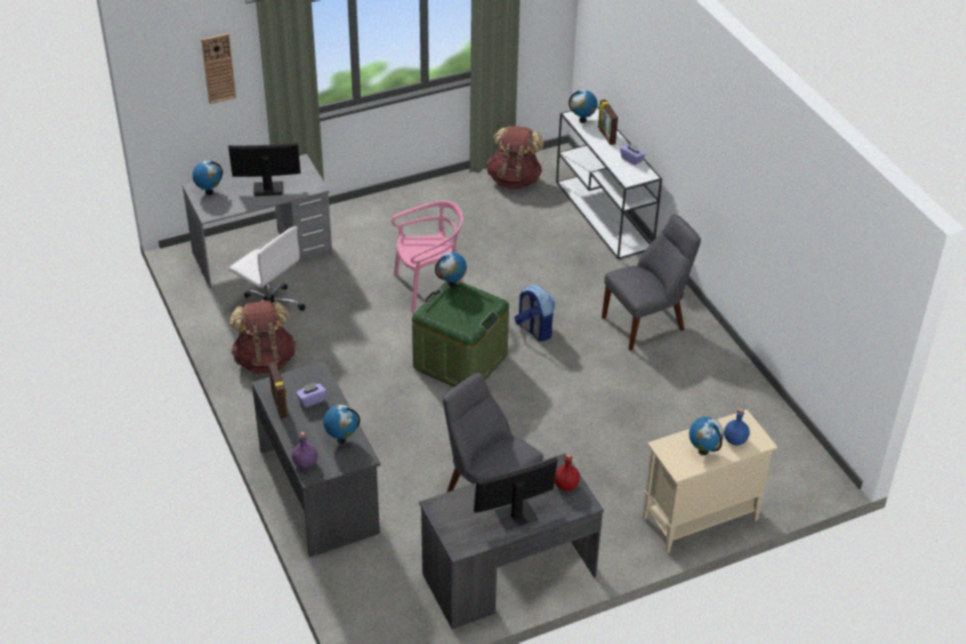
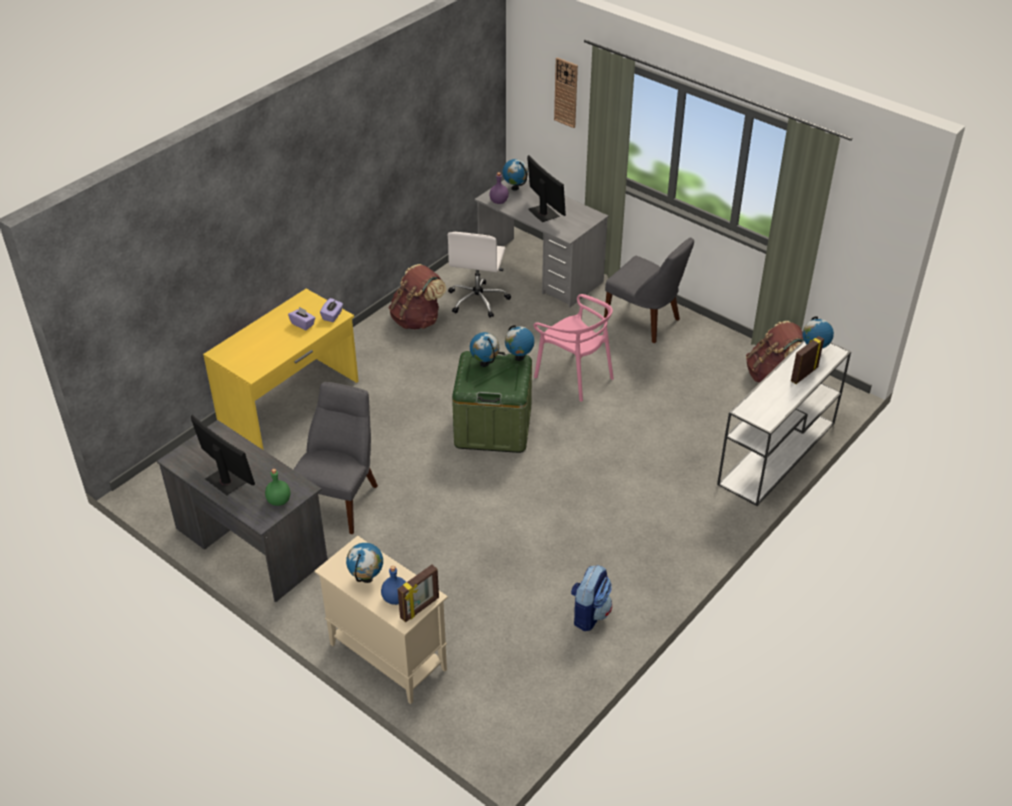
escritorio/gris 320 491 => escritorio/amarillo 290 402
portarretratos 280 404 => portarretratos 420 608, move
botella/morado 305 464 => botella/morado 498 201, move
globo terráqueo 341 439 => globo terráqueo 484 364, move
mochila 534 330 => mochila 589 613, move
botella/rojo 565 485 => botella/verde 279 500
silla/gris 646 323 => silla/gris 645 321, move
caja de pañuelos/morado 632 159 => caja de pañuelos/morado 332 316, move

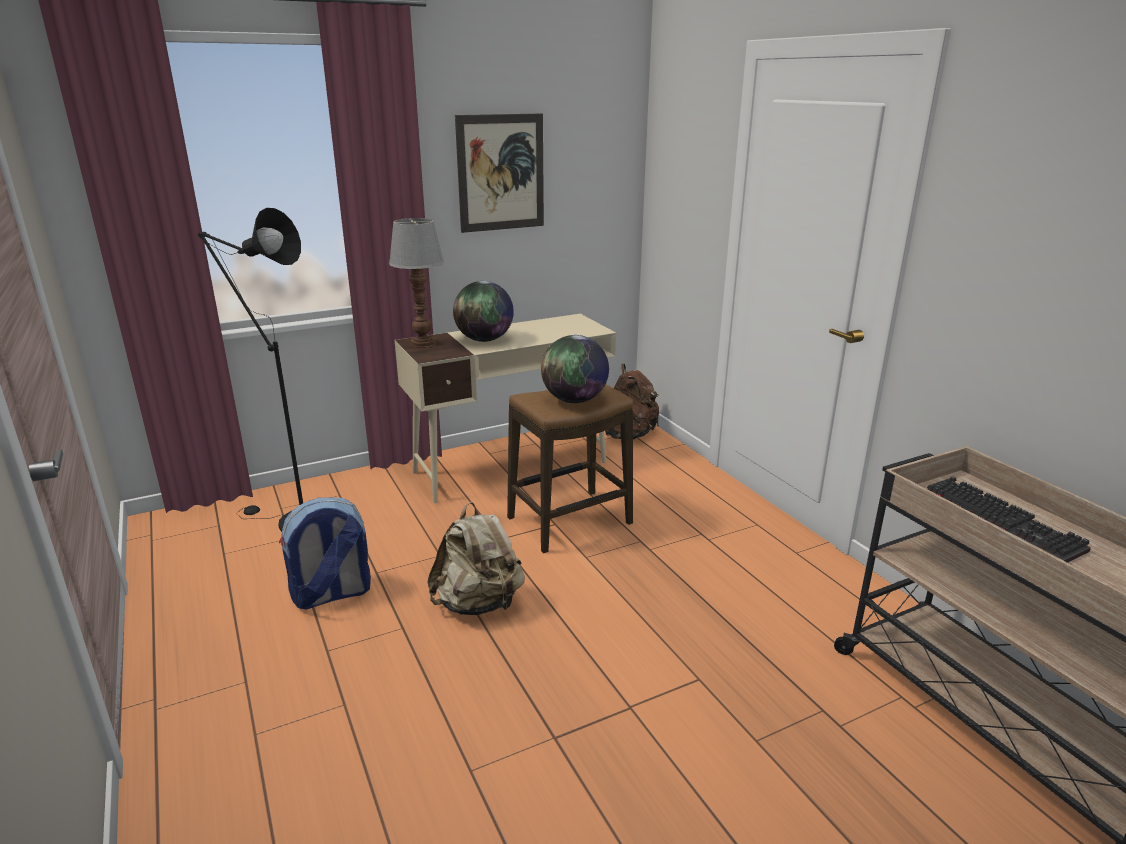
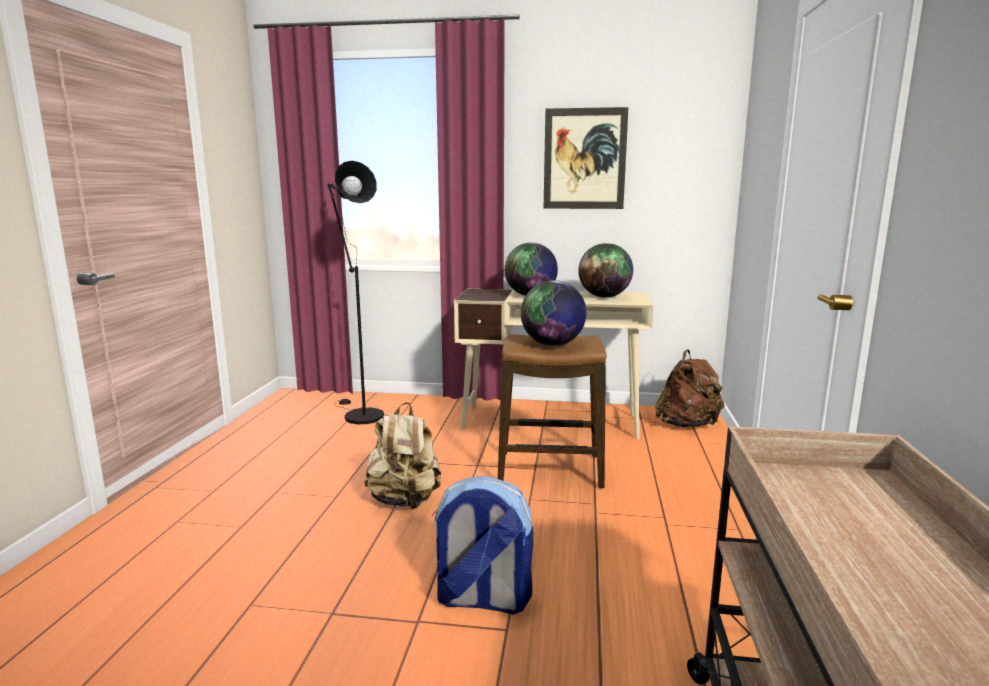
mochila 331 594 => mochila 481 599, move
lámpara de mesa 422 343 => nothing
teclado 1004 522 => nothing
nothing => globo terráqueo 604 297

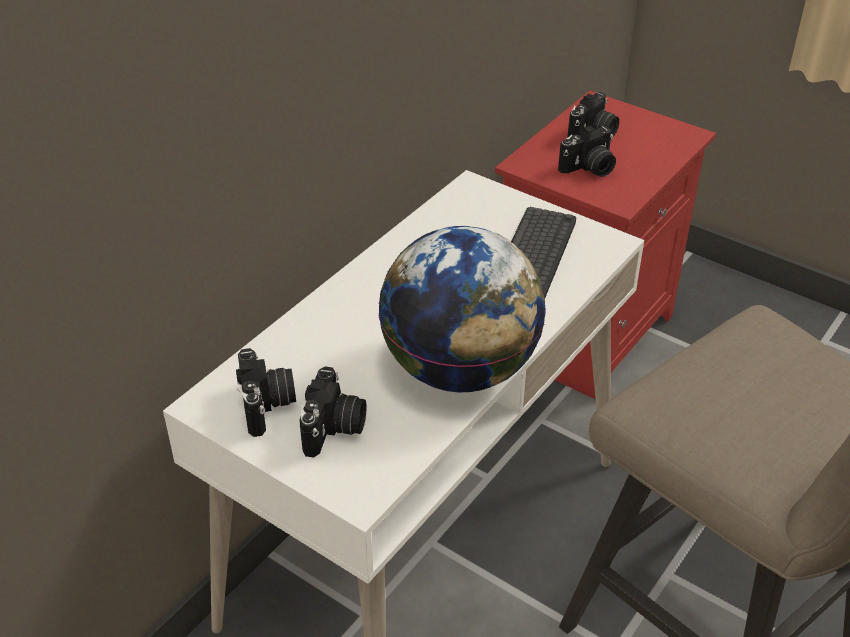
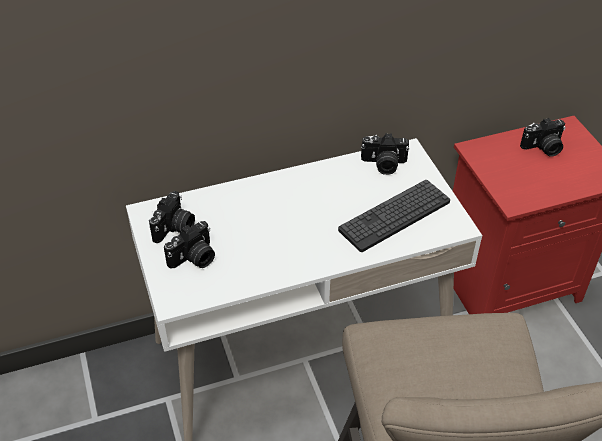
globo terráqueo 460 370 => nothing
cámara 589 168 => cámara 383 164, move

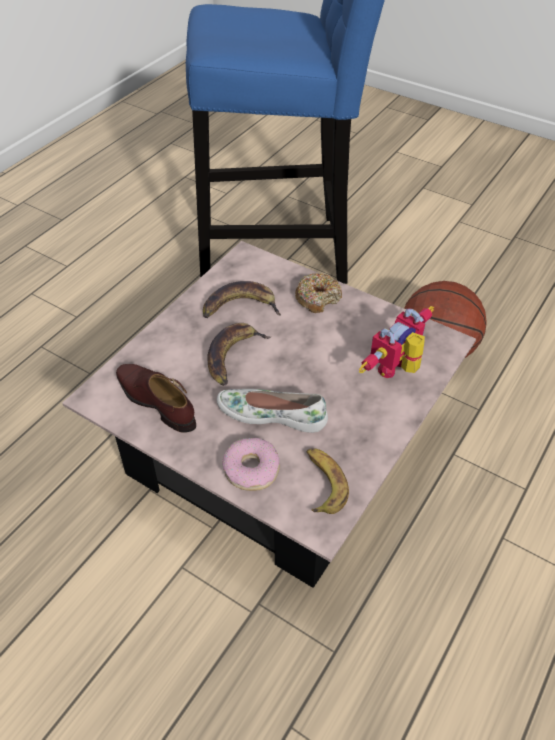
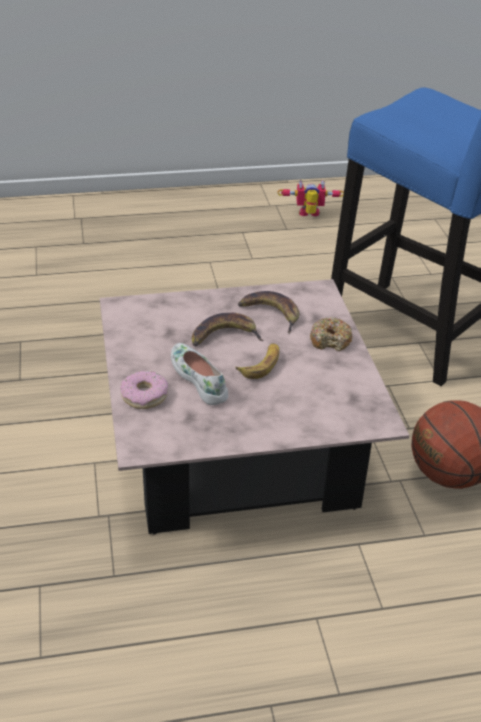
zapato/marrón 156 401 => nothing
plátano 322 483 => plátano 261 364, move
robot de juguete 398 370 => robot de juguete 309 215, move

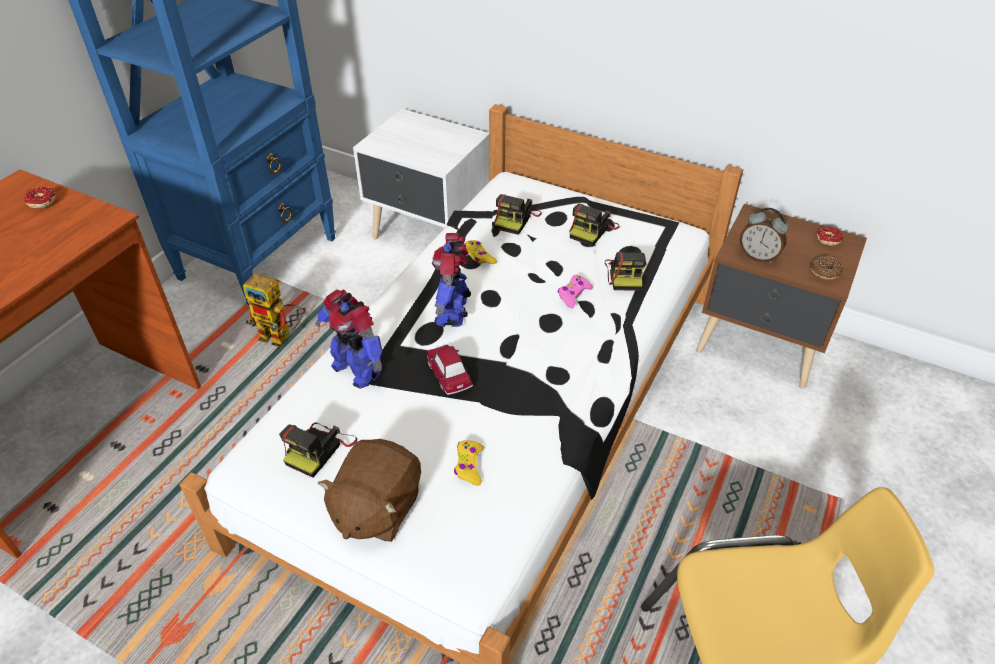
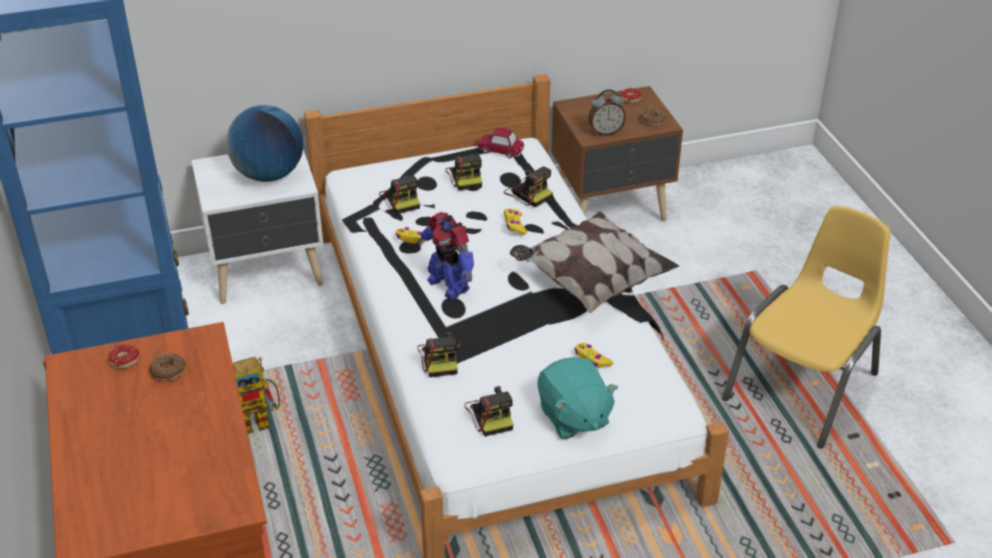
robot de juguete 357 369 => cámara 440 358
peluche/marrón 376 508 => peluche/turquesa 573 417
coche de juguete 449 374 => coche de juguete 500 150, move
mando de consola/rosa 573 294 => mando de consola/amarillo 514 225
nothing => rosquilla 168 371
nothing => globo terráqueo 269 174
nothing => cojín 591 281

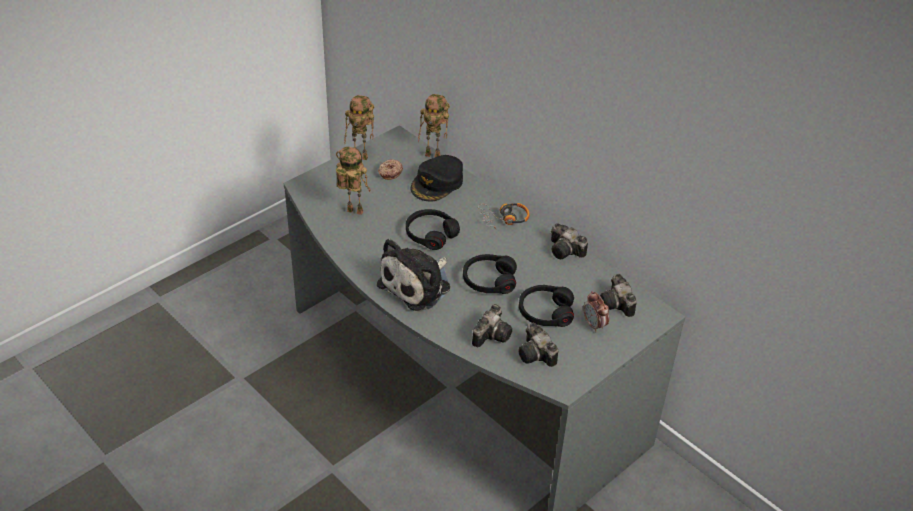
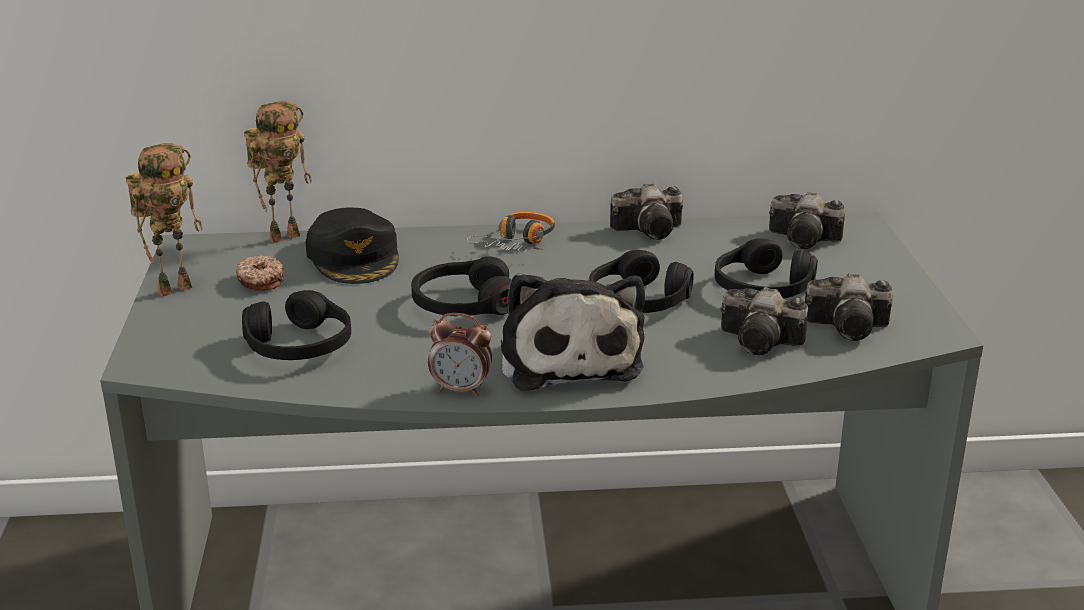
robot de juguete 353 212 => auriculares/negro 299 346
cámara 492 334 => cámara 763 342, 135 degrees clockwise
despertador 594 325 => despertador 461 389, move

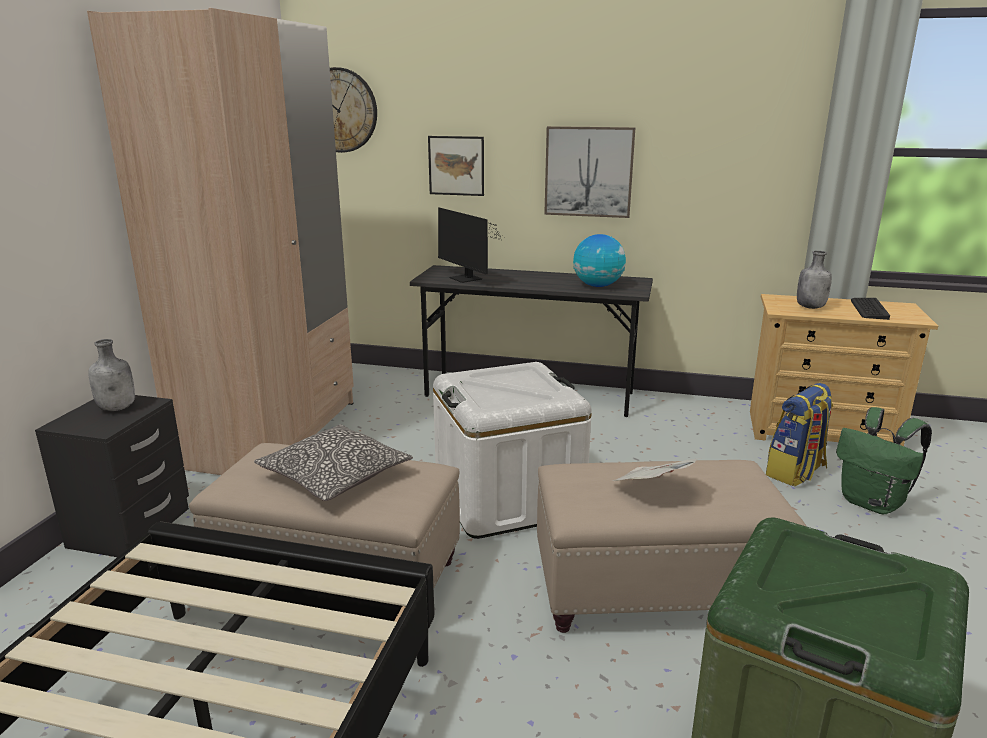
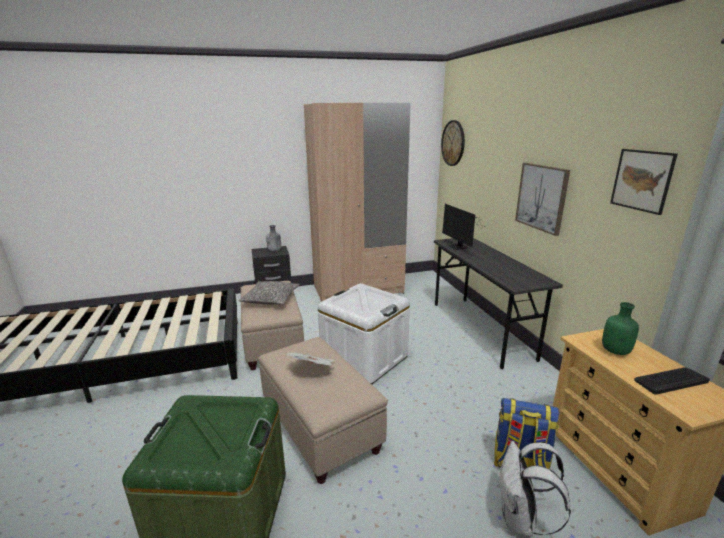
cuadro 456 165 => cuadro 642 180, move
monitor 467 279 => monitor 458 247, 45 degrees counterclockwise
globo terráqueo 597 286 => nothing
botella/gris 811 307 => botella/verde 616 351
mochila/verde 873 503 => mochila/blanco 520 519

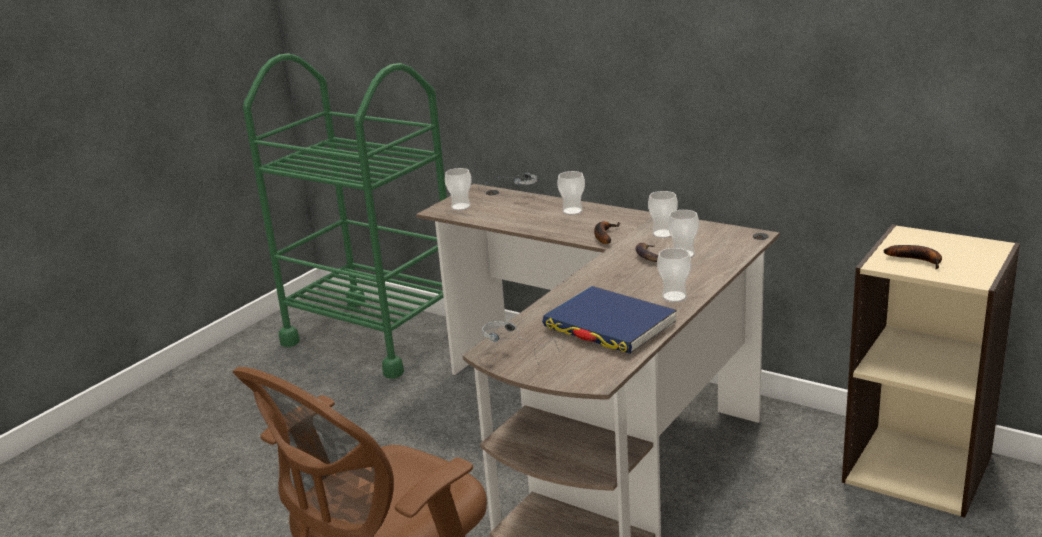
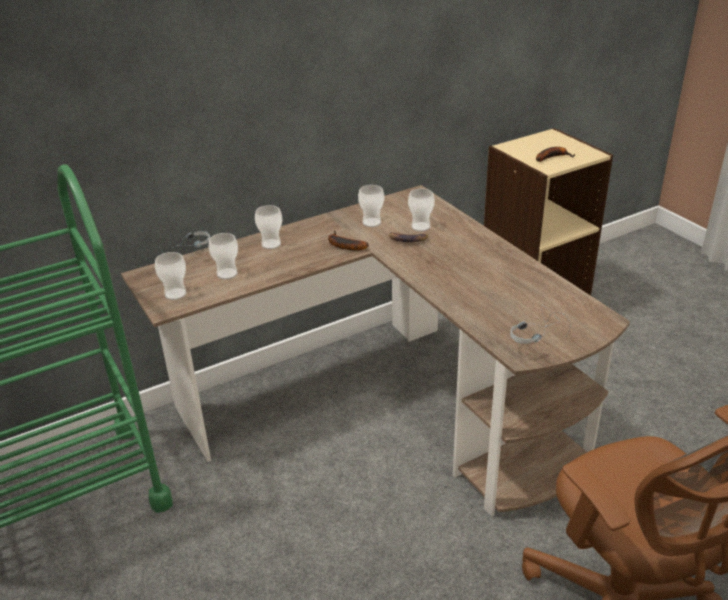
libro/azul 609 325 => nothing
taza 674 297 => taza 227 274, move

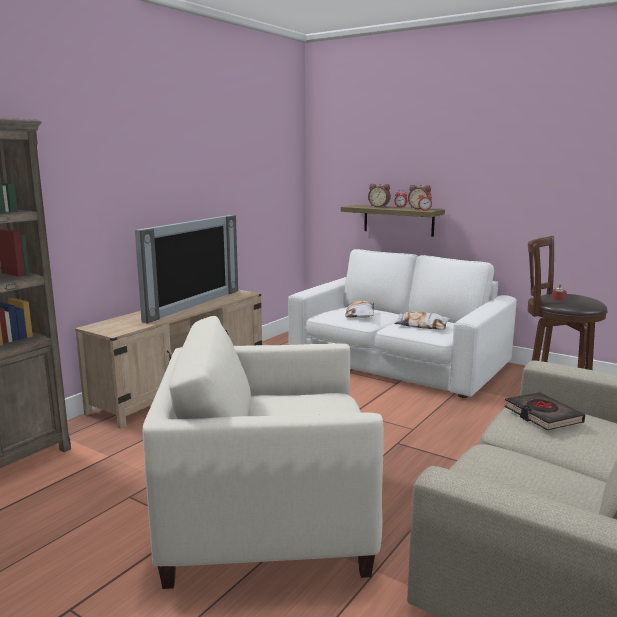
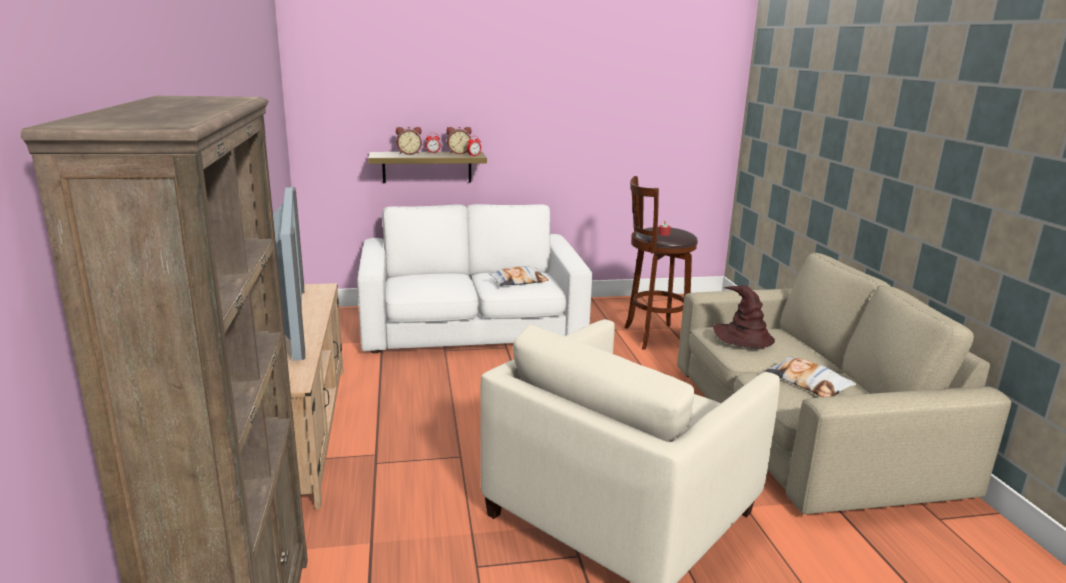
cojín 360 314 => cojín 808 383, move
libro/negro 542 415 => sombrero/marrón 743 337

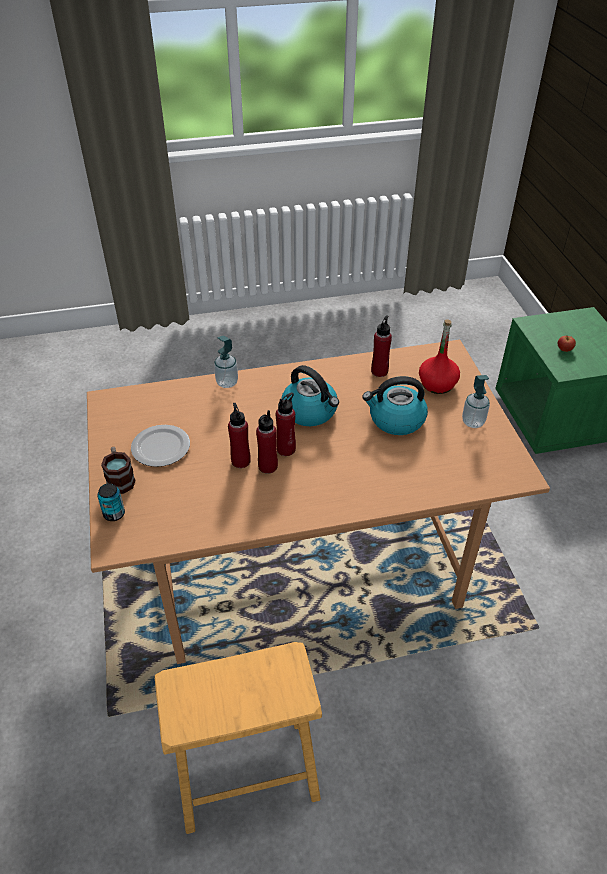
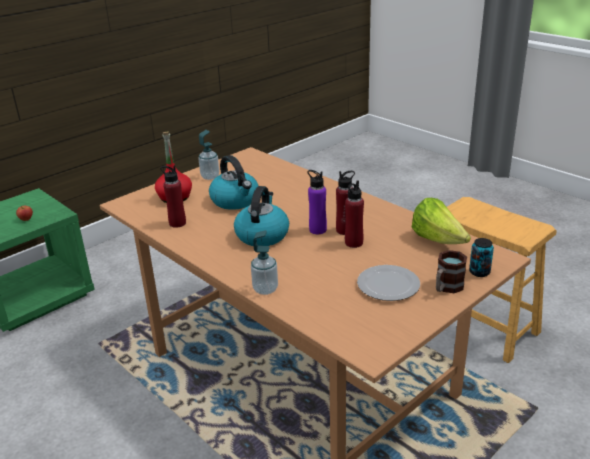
botella/rojo 286 449 => botella/morado 317 230
nothing => lechuga 438 240

